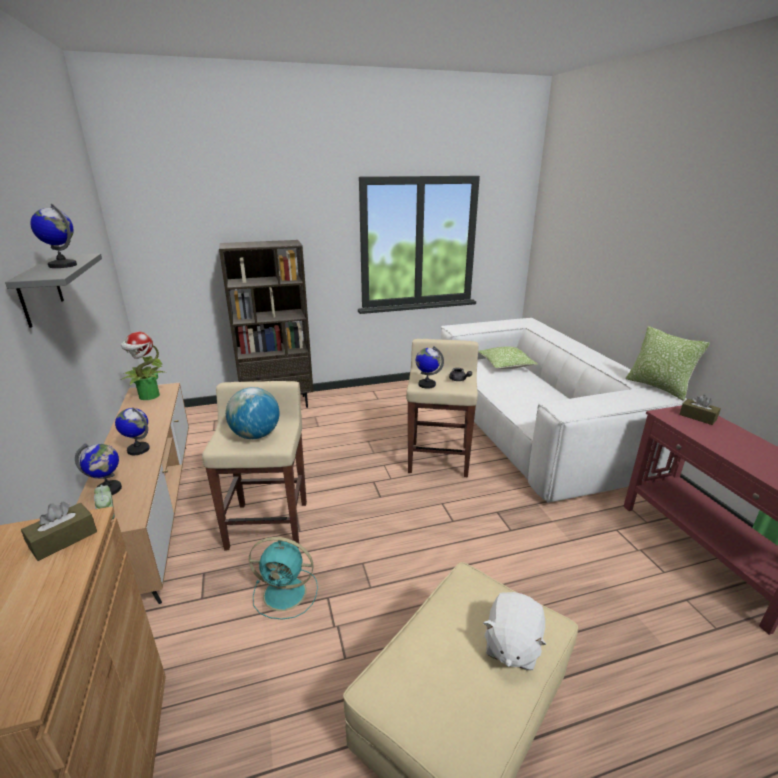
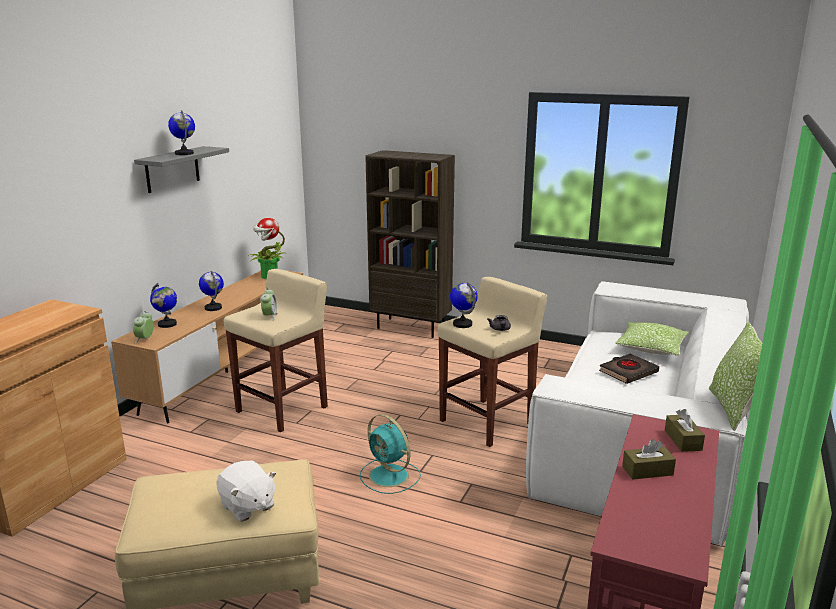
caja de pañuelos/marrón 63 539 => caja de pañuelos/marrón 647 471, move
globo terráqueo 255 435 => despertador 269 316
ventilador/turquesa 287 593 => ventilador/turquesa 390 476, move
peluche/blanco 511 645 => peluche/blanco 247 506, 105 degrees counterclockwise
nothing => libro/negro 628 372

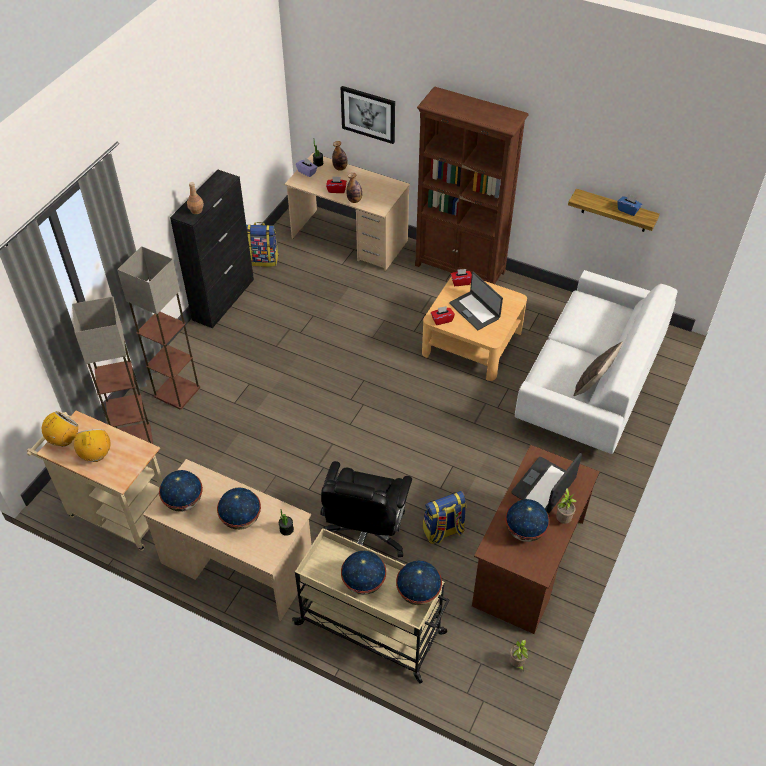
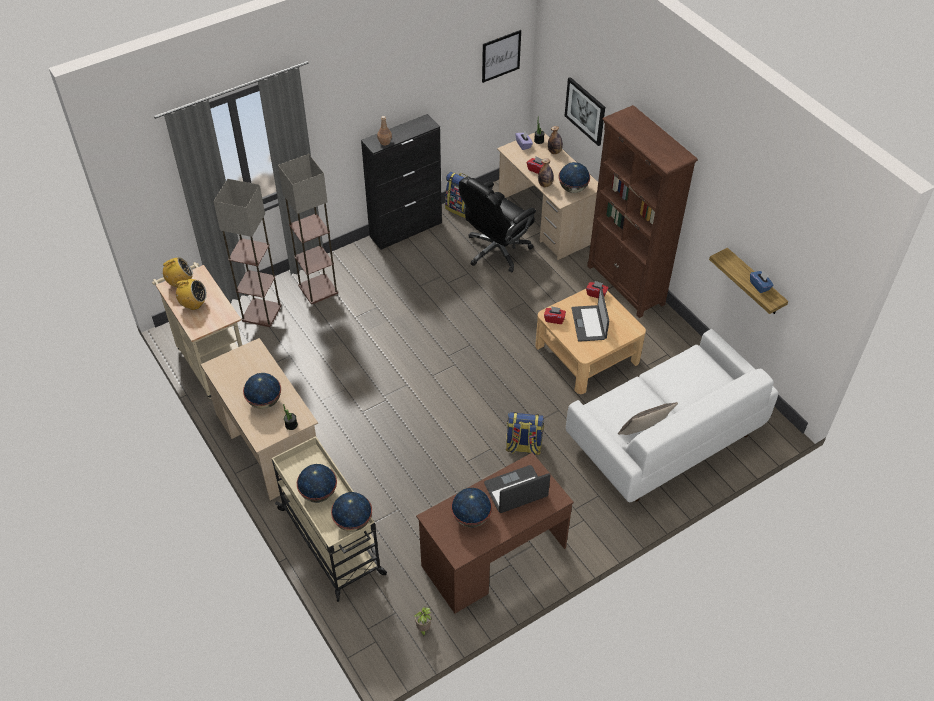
radio 96 455 => radio 193 304, 75 degrees clockwise
globo terráqueo 184 502 => globo terráqueo 572 189, move
silla de oficina/negro 366 535 => silla de oficina/negro 496 250, move
mochila 443 531 => mochila 523 447, move
planta en maceta 563 519 => nothing
nothing => cuadro 501 56

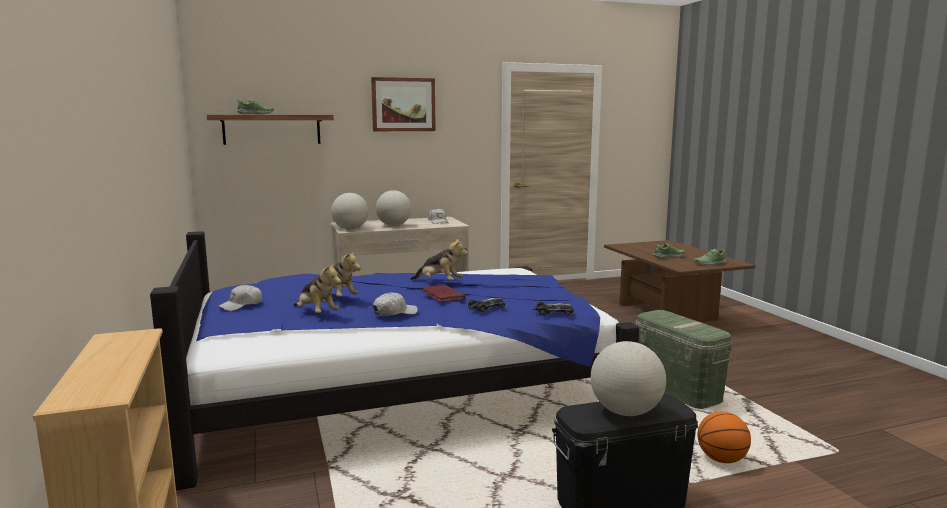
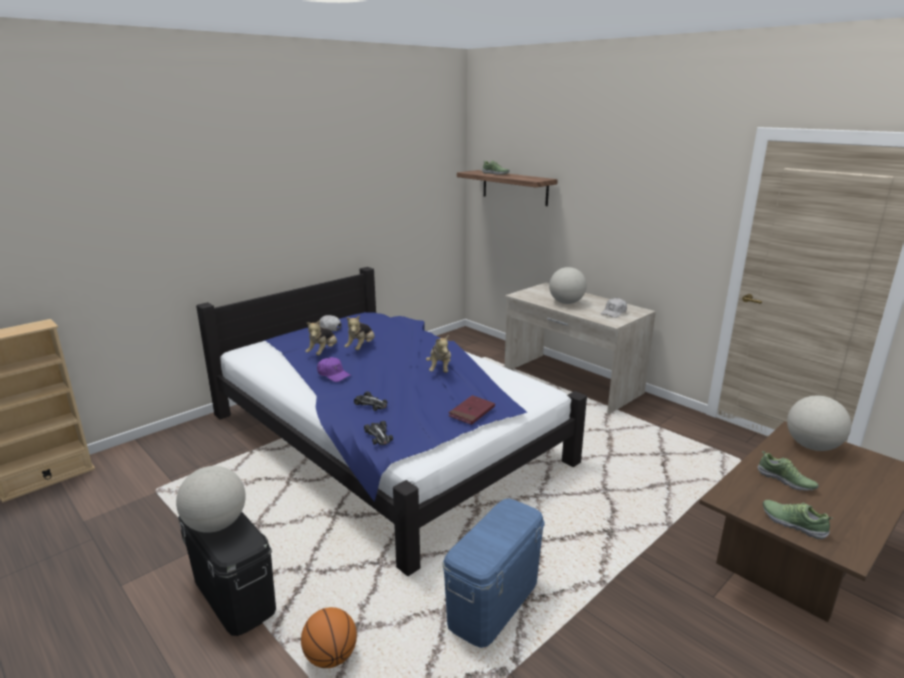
globo terráqueo 350 229 => globo terráqueo 812 446, move
cuadro 403 104 => nothing
gorra/blanco 394 313 => gorra/morado 333 375
libro/rojo 442 296 => libro/rojo 472 412, move
caja de almacenaje/verde 677 390 => caja de almacenaje/azul 493 604

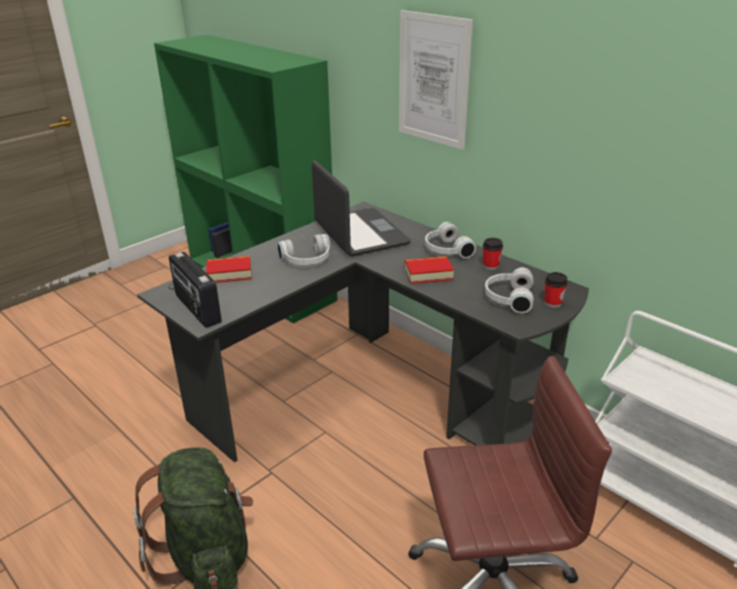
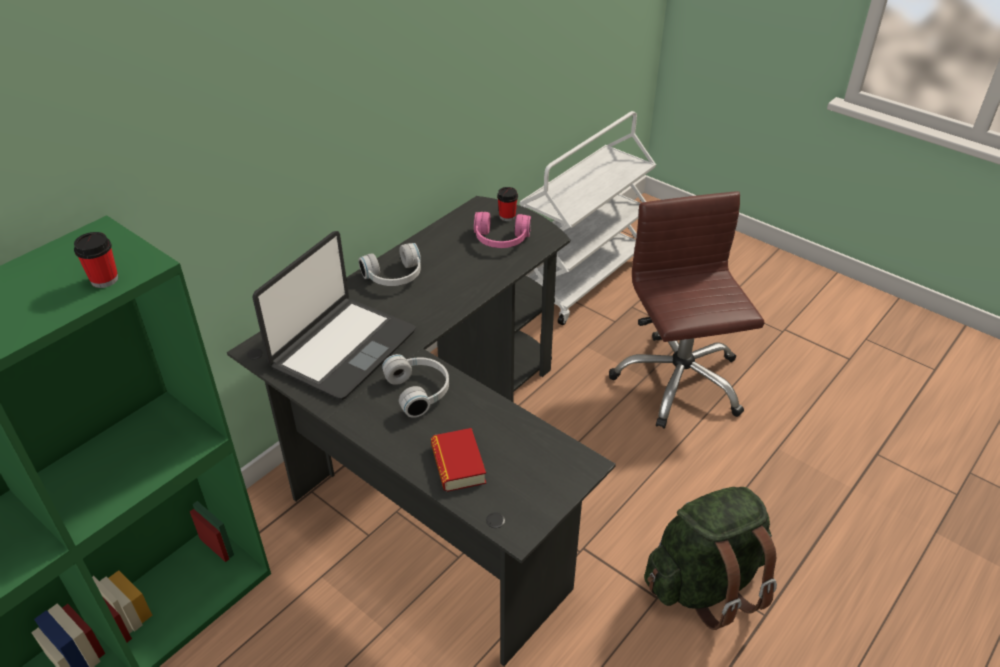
radio 197 309 => nothing
portátil 359 234 => portátil 342 348, 150 degrees clockwise
cuadro 433 80 => nothing
libro 428 274 => nothing
taza 491 266 => taza 104 279, move
auriculares/blanco 507 298 => auriculares/rosa 501 240

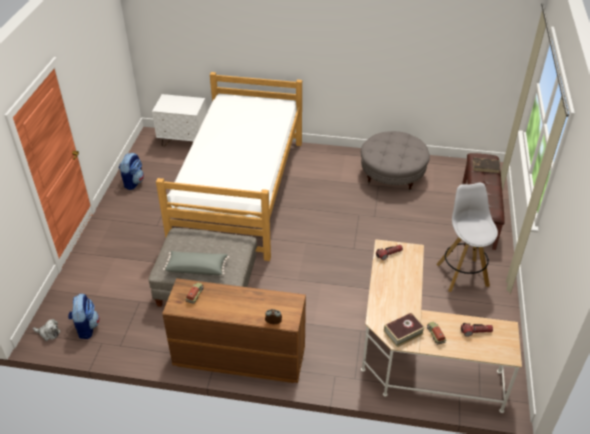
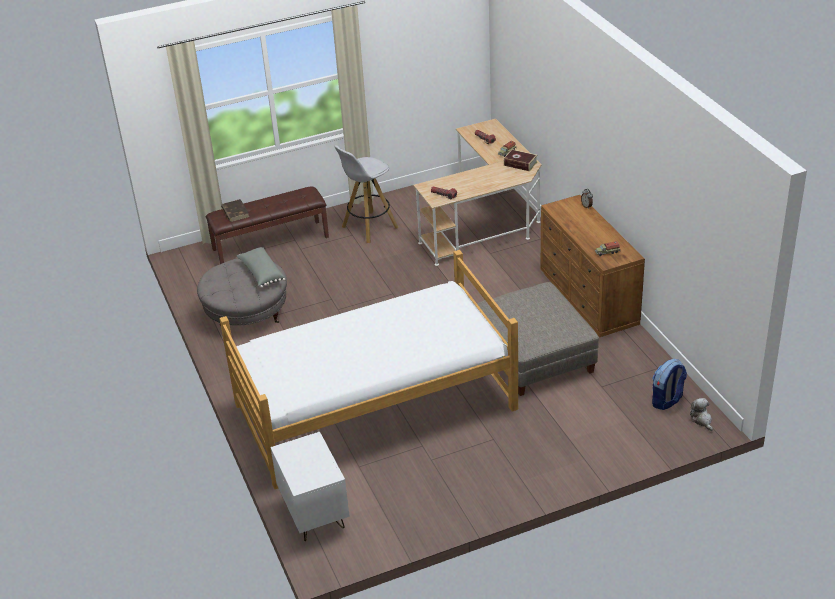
mochila 133 182 => nothing
cojín/gris 197 268 => cojín/gris 261 273, move

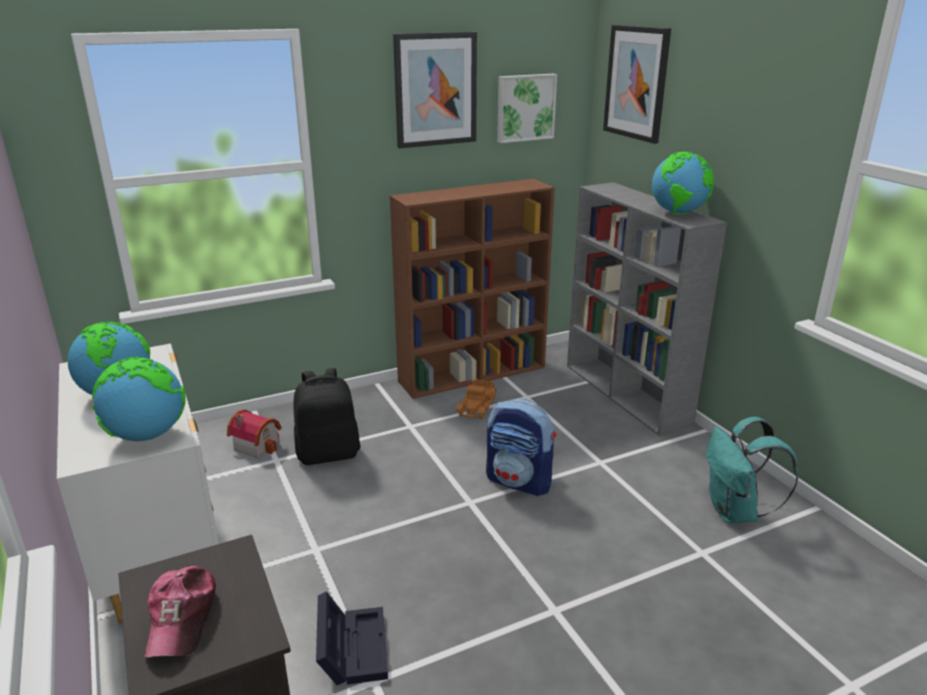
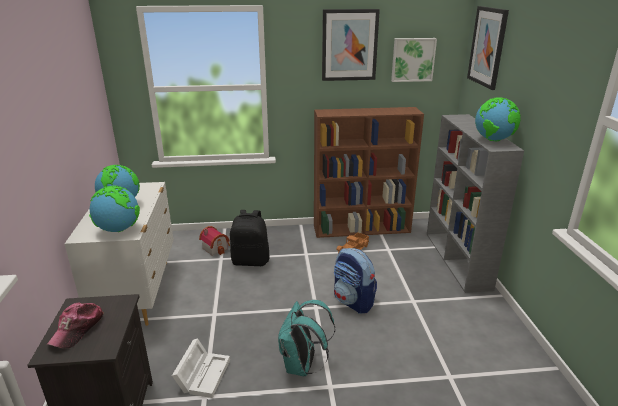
caja de almacenaje/negro 352 646 => caja de almacenaje/blanco 203 374
mochila/turquesa 735 512 => mochila/turquesa 302 366, move

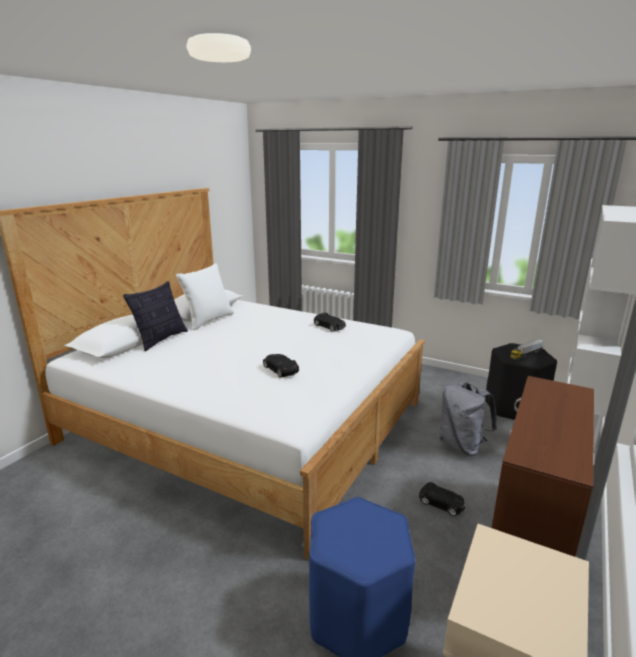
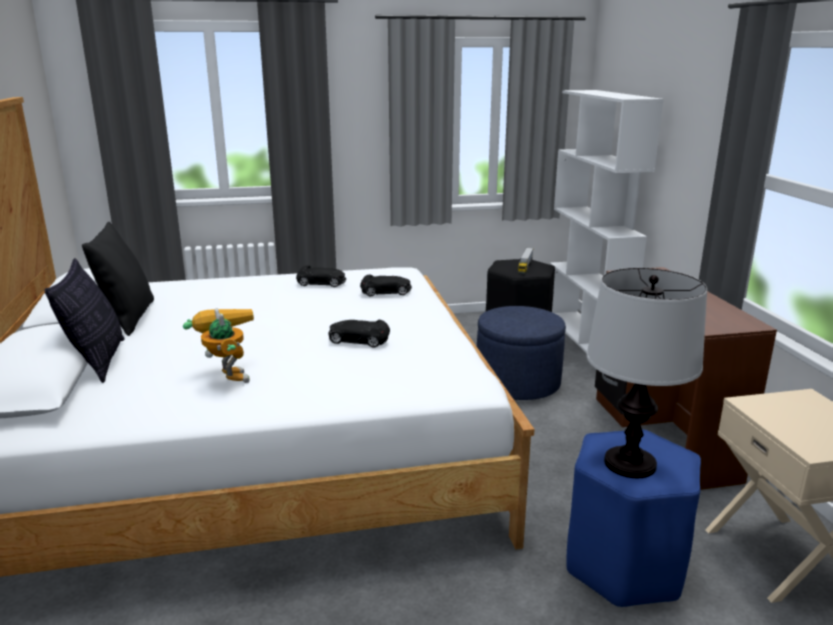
cojín/blanco 208 320 => cojín/negro 127 318
coche de juguete/negro 441 503 => coche de juguete/negro 386 292, move
mochila/gris 462 445 => puf/azul 517 383
nothing => robot de juguete 226 375
nothing => lámpara de mesa 629 464

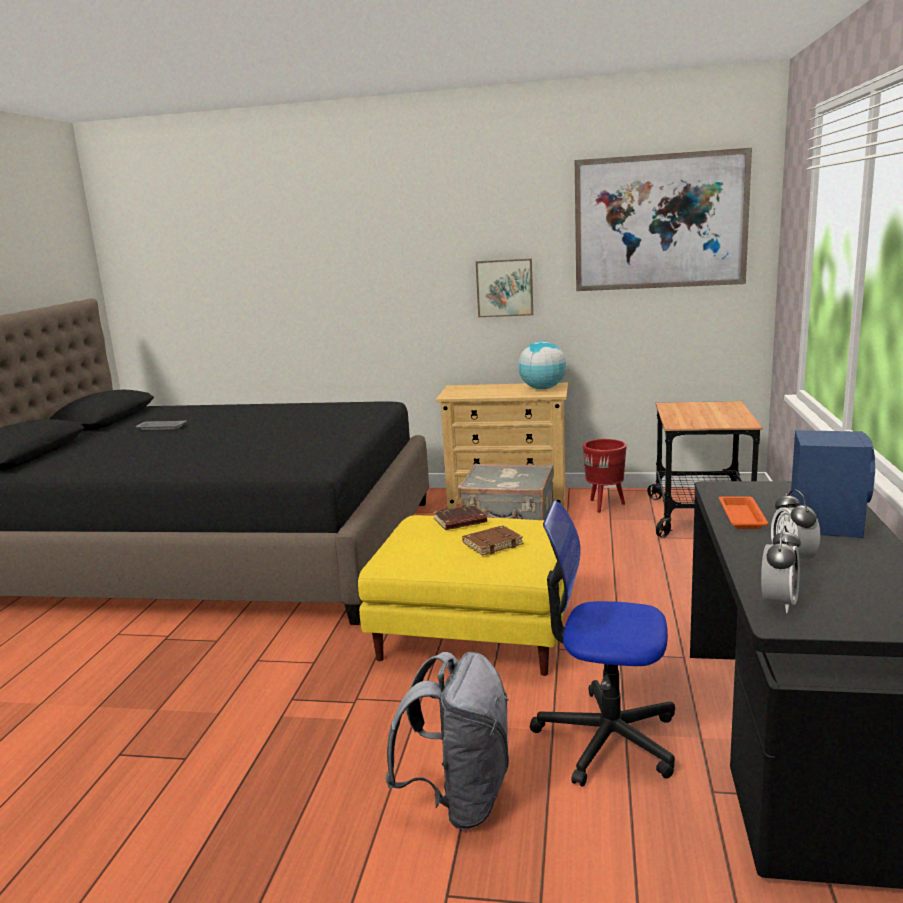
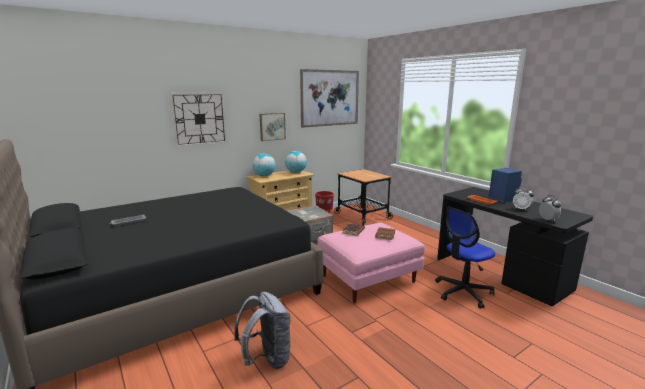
puf/amarillo 477 633 => puf/rosa 368 278
mochila/gris 459 799 => mochila/gris 267 359, move
nothing => reloj de pared 199 119
nothing => globo terráqueo 264 176

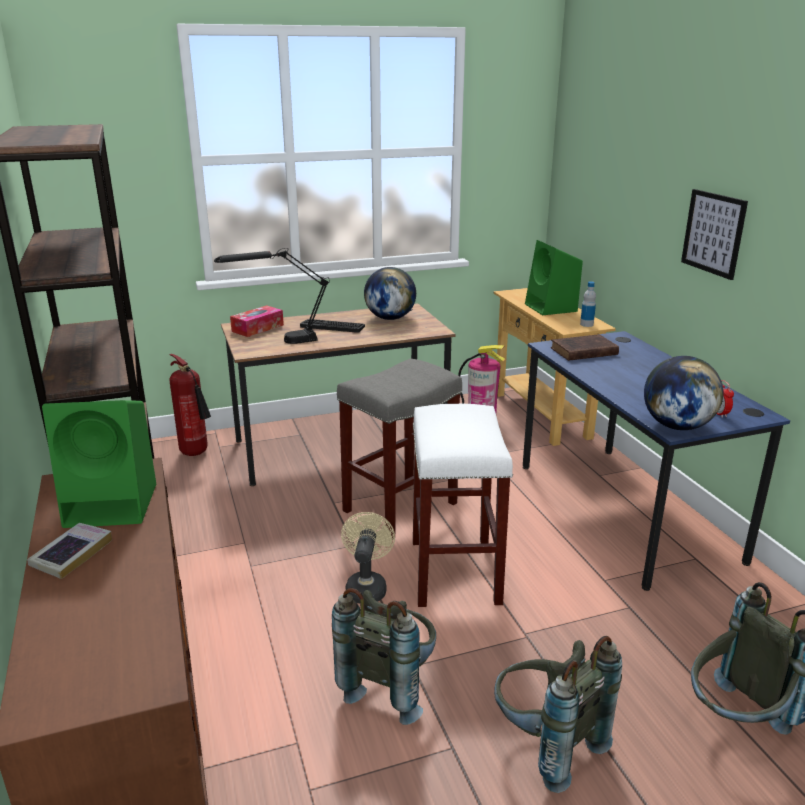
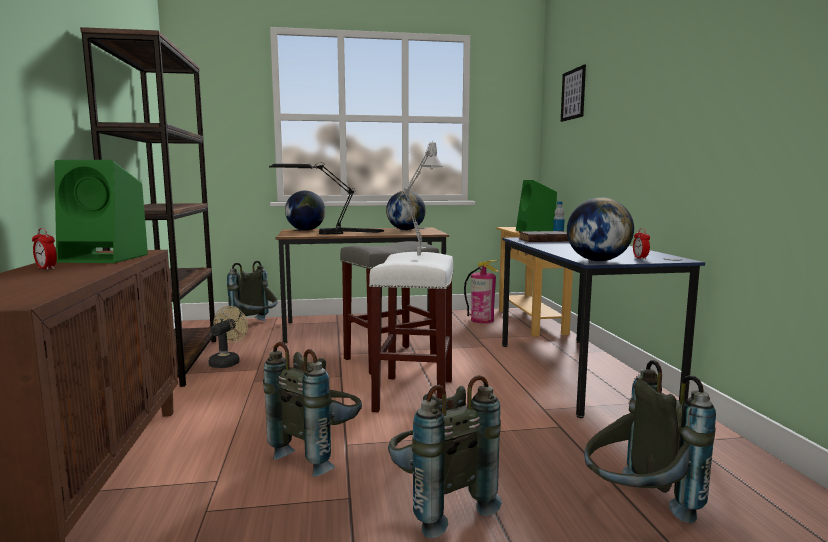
libro 72 554 => despertador 46 268
extintor 197 453 => mochila/gris 256 326
caja de pañuelos 257 328 => globo terráqueo 306 230
ventilador/beis 366 586 => ventilador/beis 227 362, move
cuadro 713 233 => cuadro 573 94, move
nothing => lámpara de mesa/gris 416 258

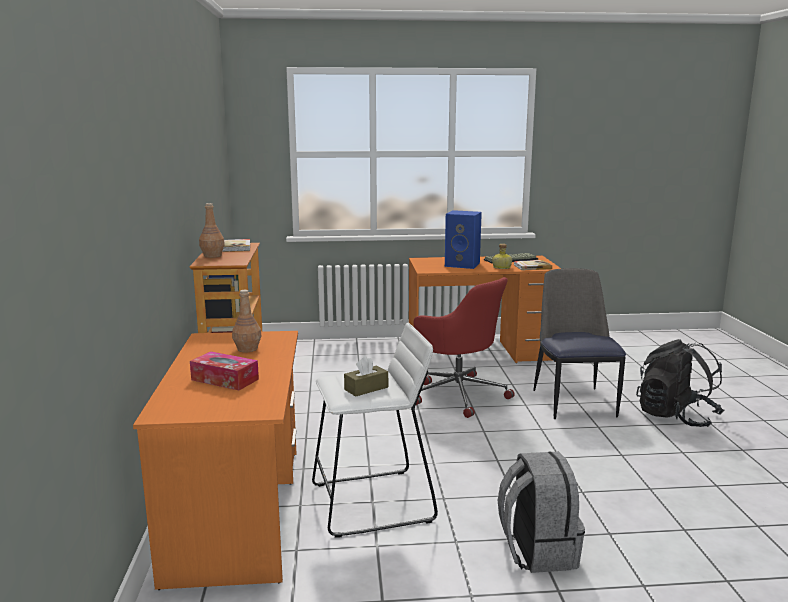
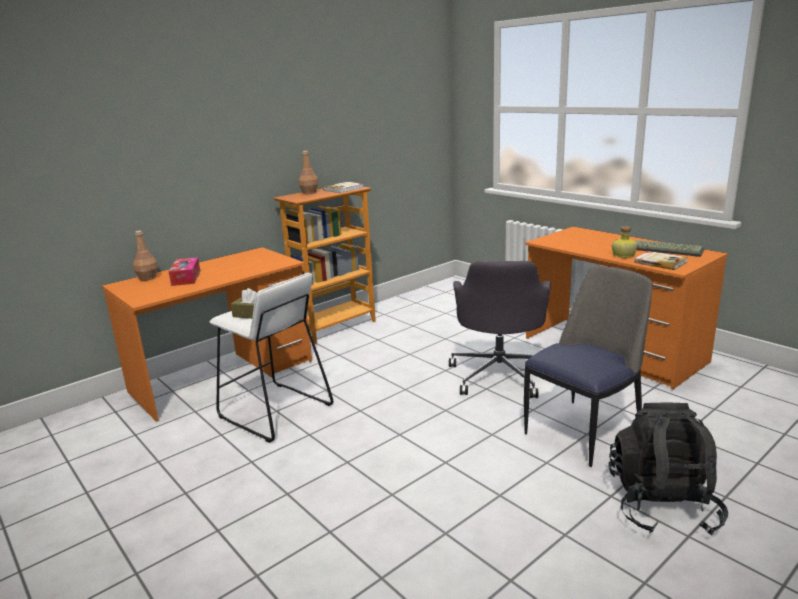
botella/marrón 247 349 => botella/marrón 148 278, move
silla de oficina/rojo 457 394 => silla de oficina/gris 500 374
altavoz/azul 463 264 => nothing
mochila/gris 537 551 => nothing

